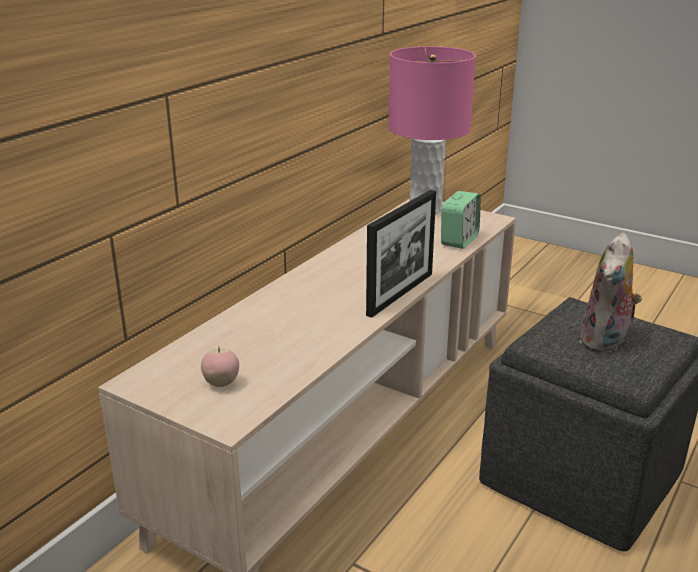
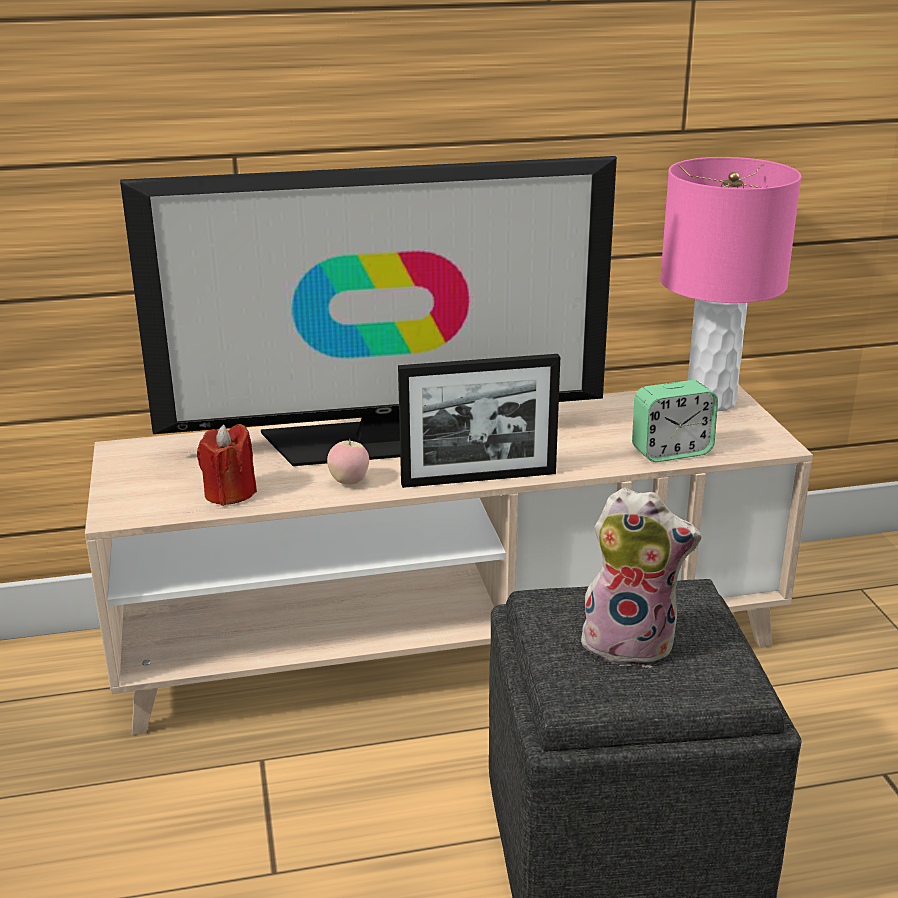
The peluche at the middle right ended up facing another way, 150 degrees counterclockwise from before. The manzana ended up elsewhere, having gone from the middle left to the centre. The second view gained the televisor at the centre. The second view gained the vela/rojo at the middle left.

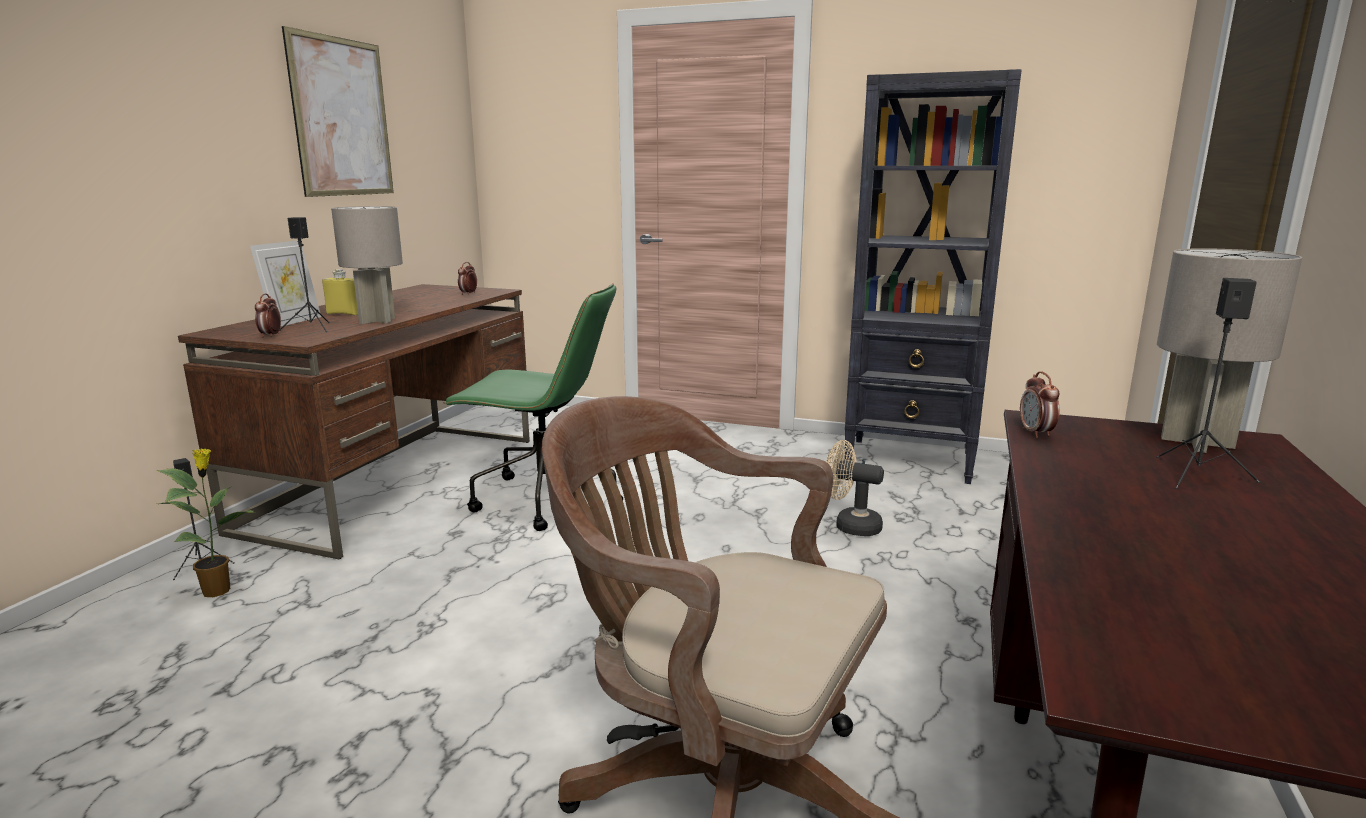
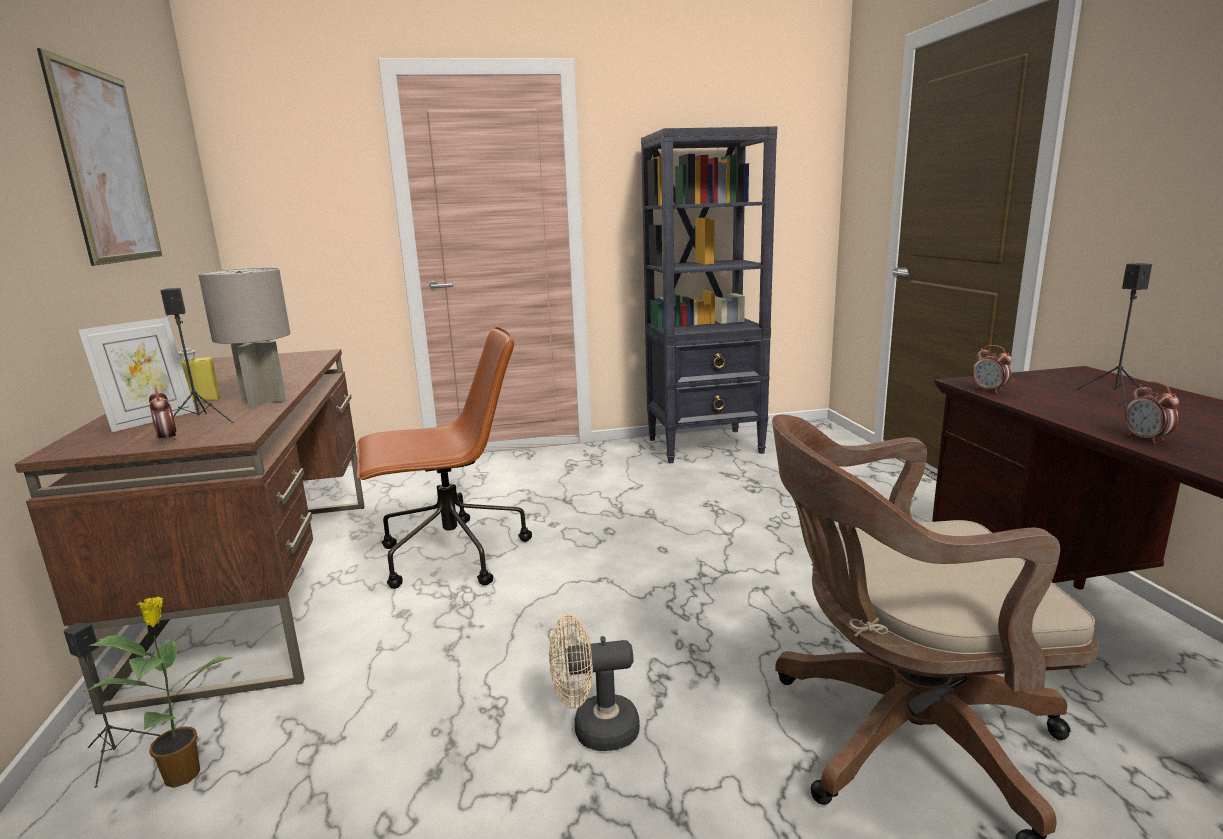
The portarretratos at the middle left ended up facing another way, 45 degrees clockwise from before. The second view lost the lámpara de mesa/gris (2nd from left) at the middle right. The despertador (2nd from left in the first image) ended up elsewhere, having gone from the centre to the middle right. What was the silla de oficina/verde at the centre turned into the silla de oficina/marrón (1st from left) at the centre. The ventilador/beis ended up elsewhere, having gone from the centre to the bottom centre.

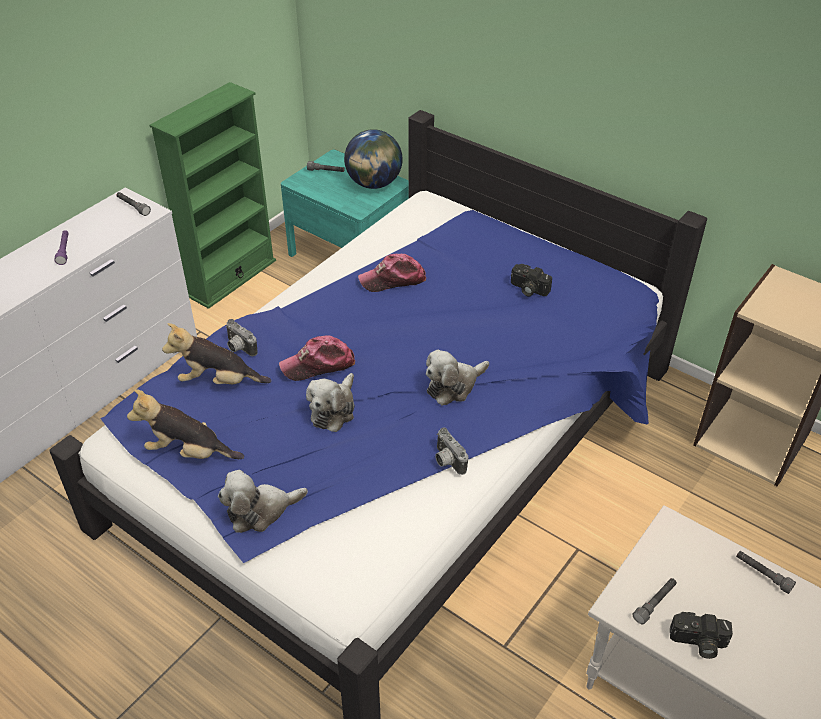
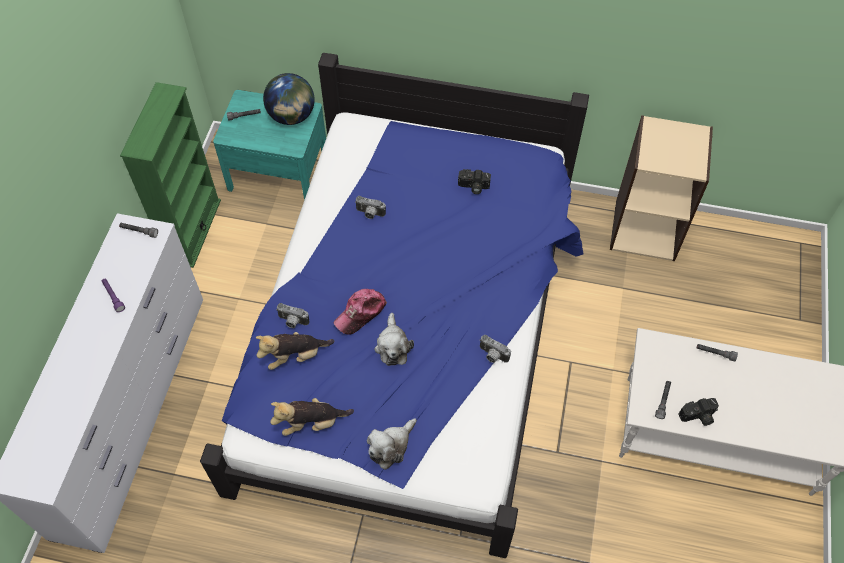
Where the gorra (2nd from left) stood at the centre, the cámara (2nd from left) came to stand at the centre. The second view lost the peluche (5th from left) at the centre.

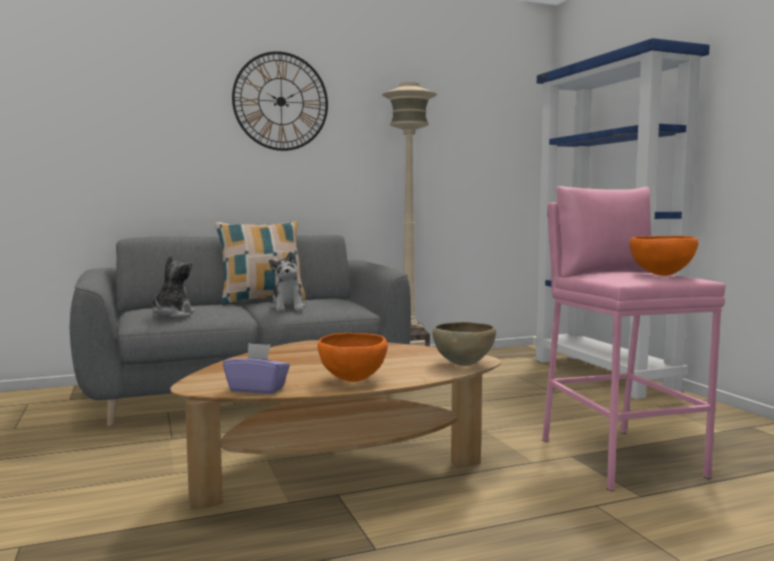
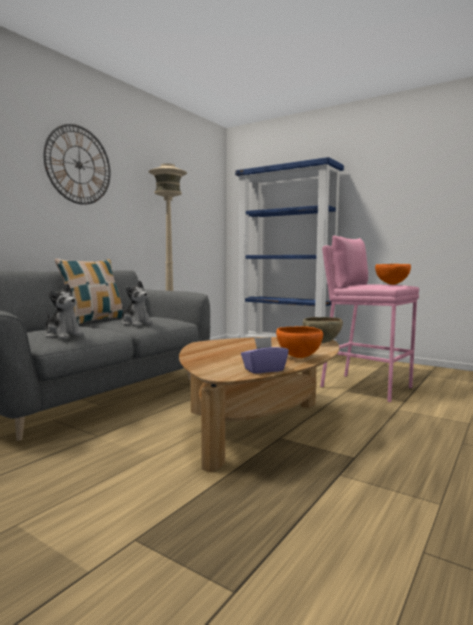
The peluche (1st from left) at the middle left ended up facing another way, 150 degrees clockwise from before.

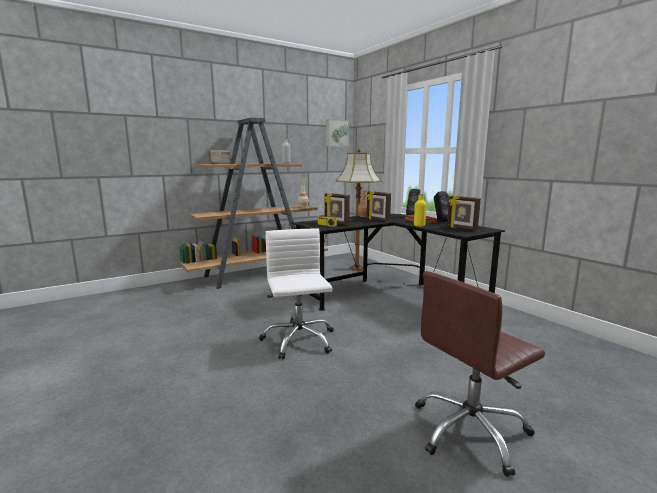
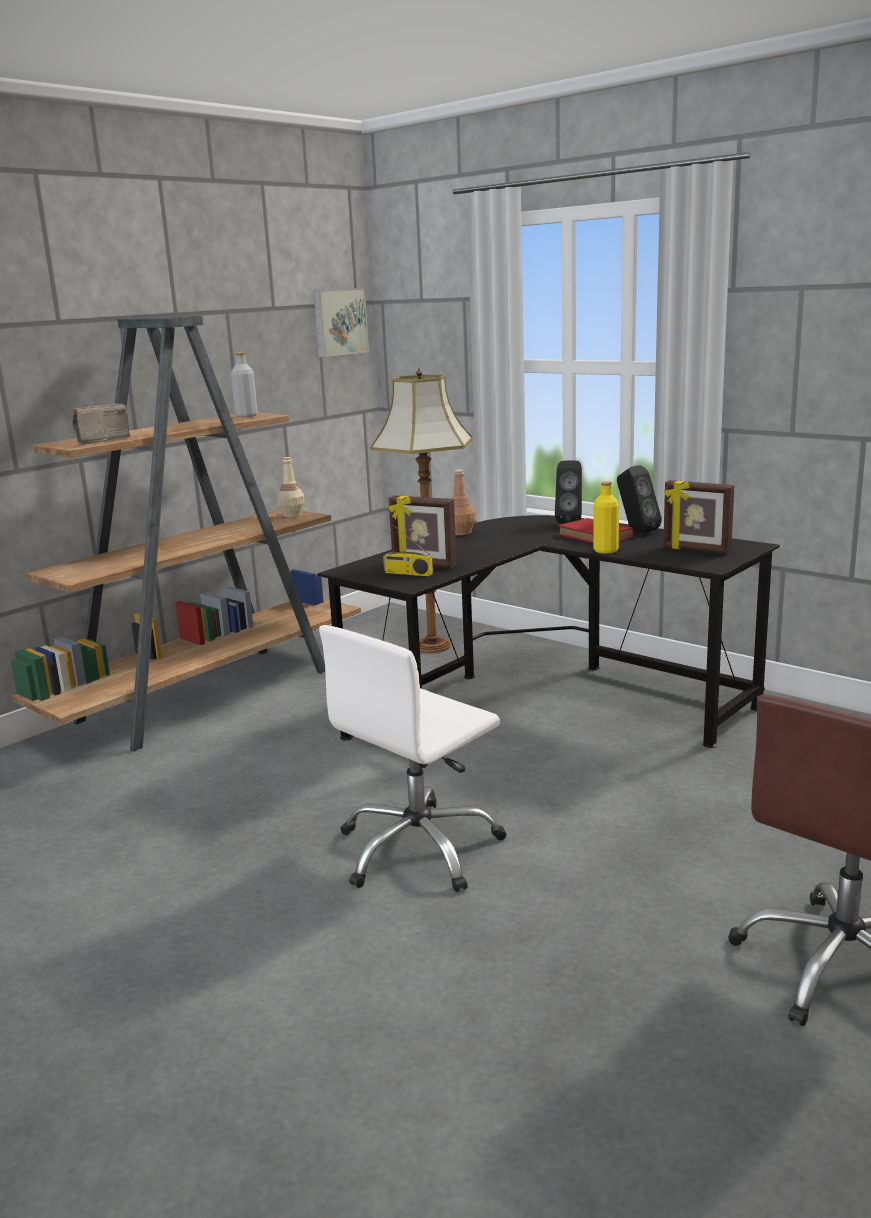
The second view lost the portarretratos (2nd from left) at the centre. The silla de oficina/blanco at the centre ended up facing another way, 105 degrees counterclockwise from before.

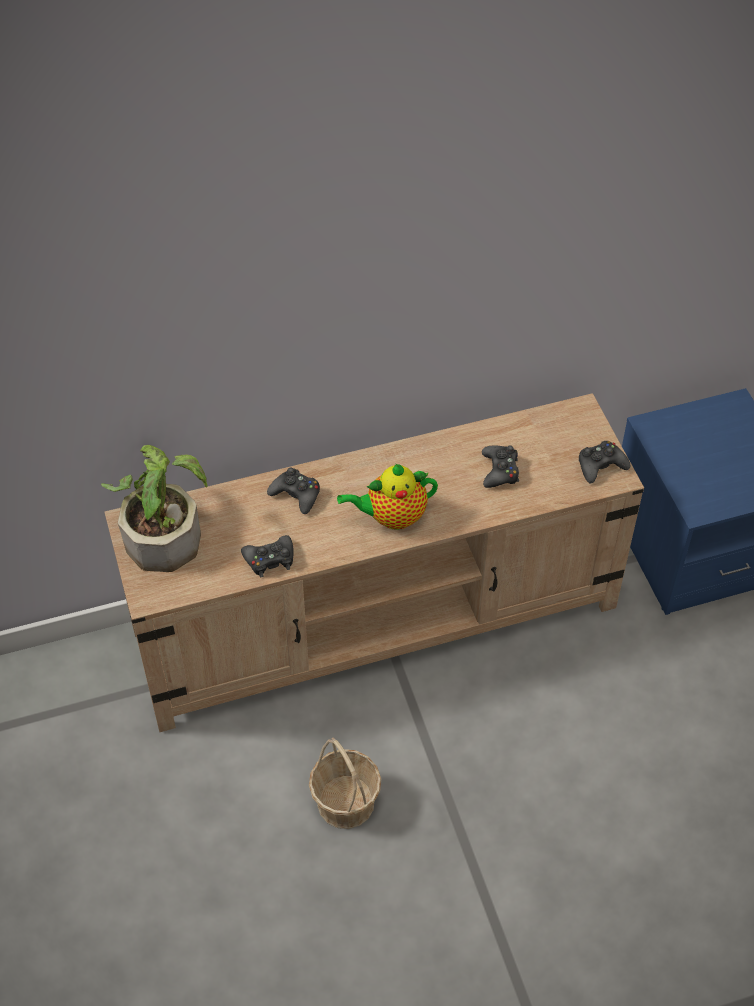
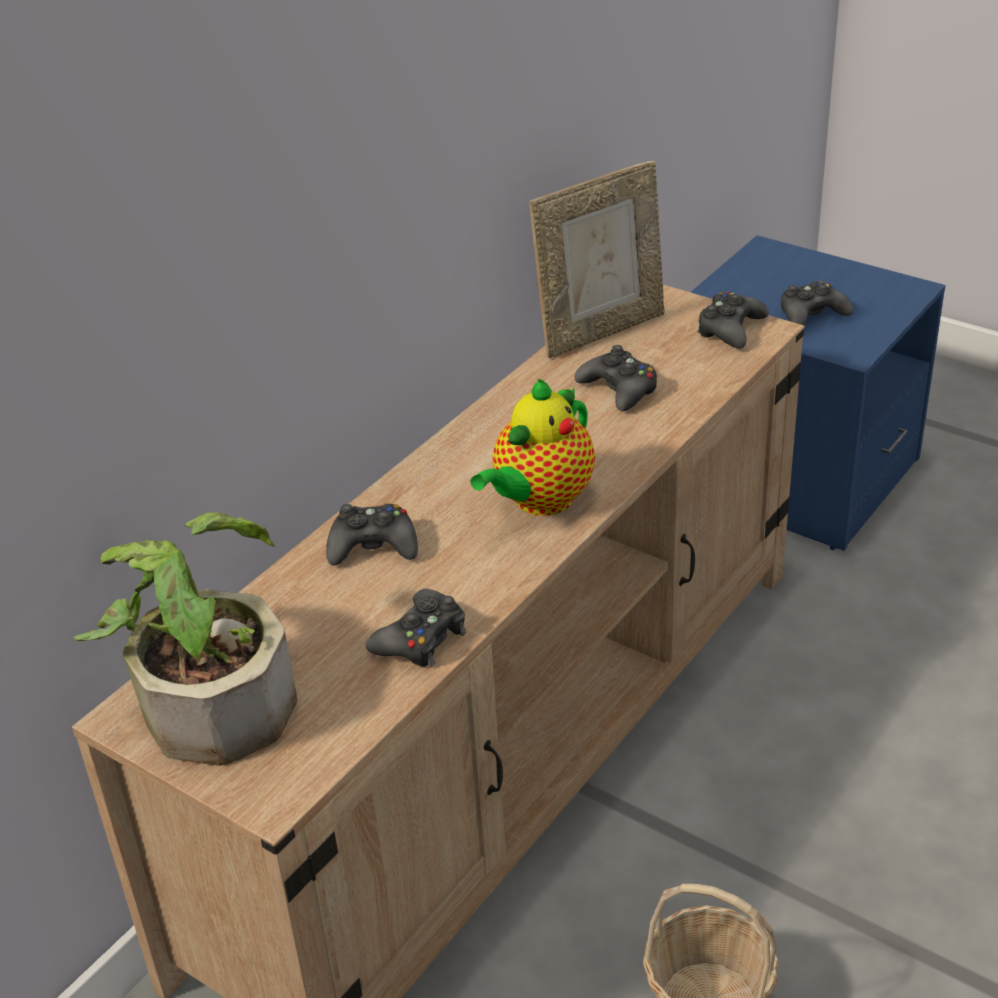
The second view gained the portarretratos at the top centre. The second view gained the mando de consola/negro (5th from left) at the top right.

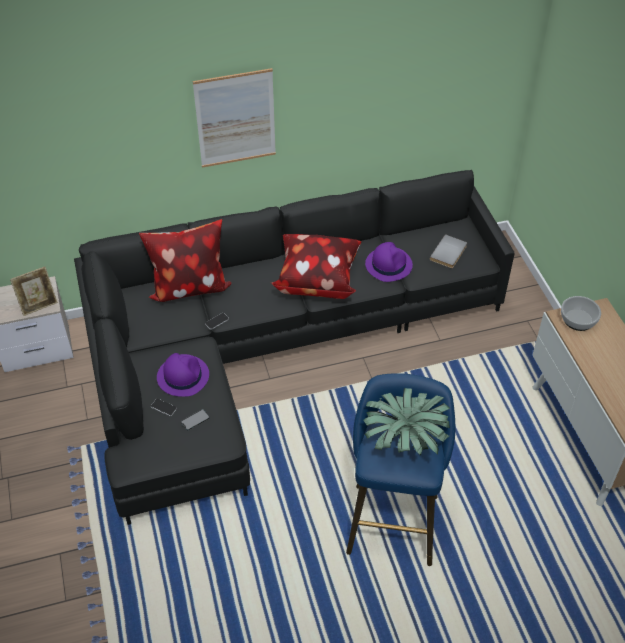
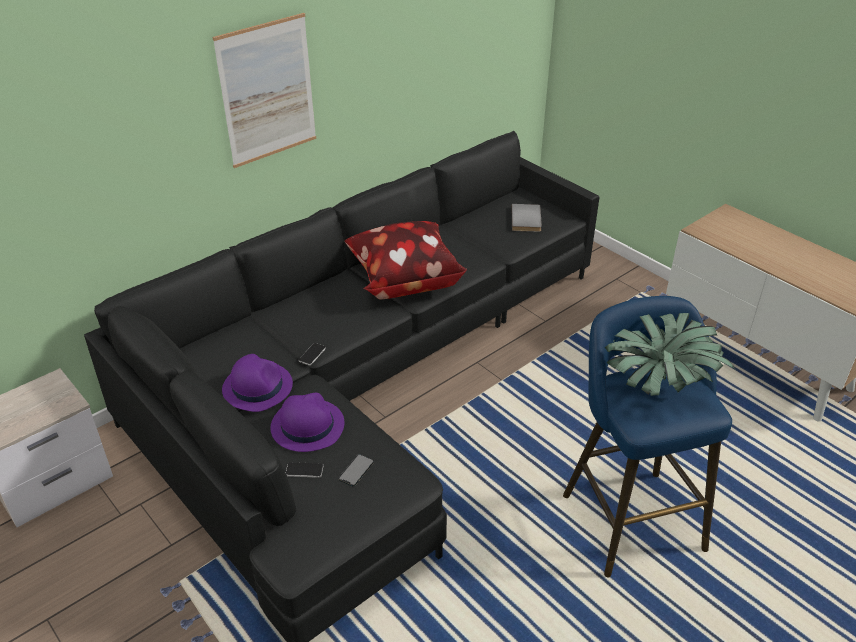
The second view lost the cojín (1st from left) at the middle left. The sombrero/morado (2nd from left in the first image) ended up elsewhere, having gone from the centre to the middle left. The second view lost the portarretratos at the middle left. The second view lost the cuenco at the middle right.

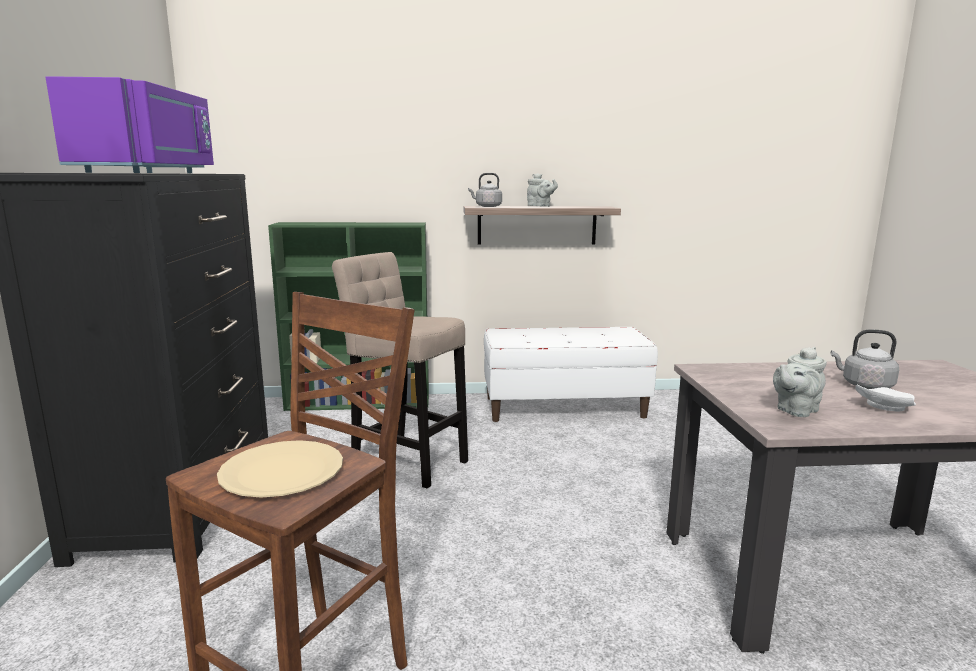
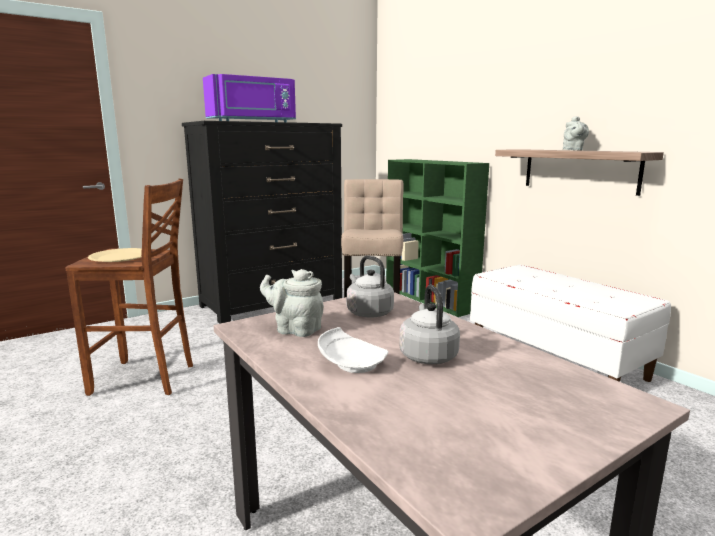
The hervidor/gris (1st from left) ended up elsewhere, having gone from the top centre to the centre.

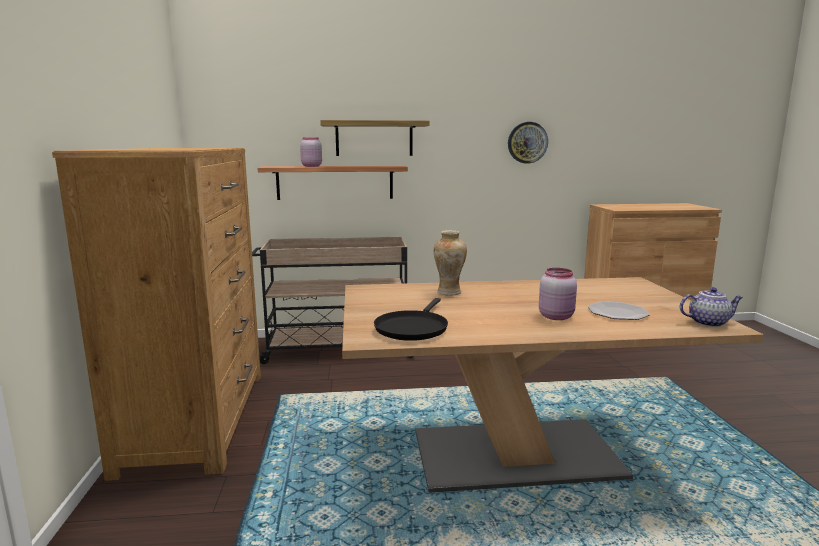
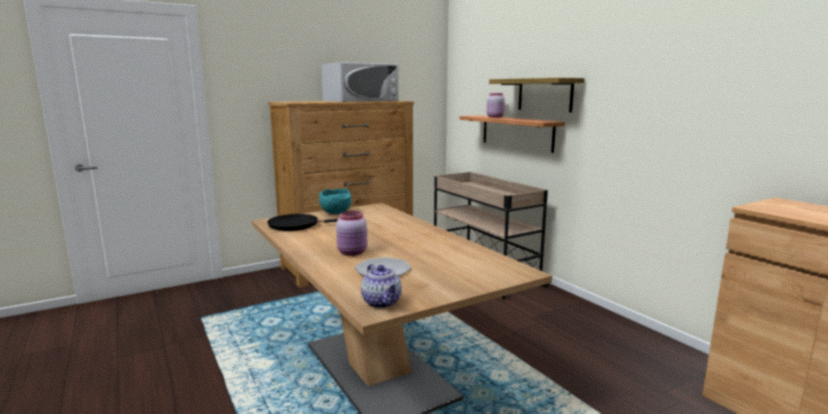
The second view lost the reloj de pared at the top centre. The second view lost the florero at the centre. The second view gained the microondas/blanco at the top centre. The second view gained the cuenco/turquesa at the centre.

